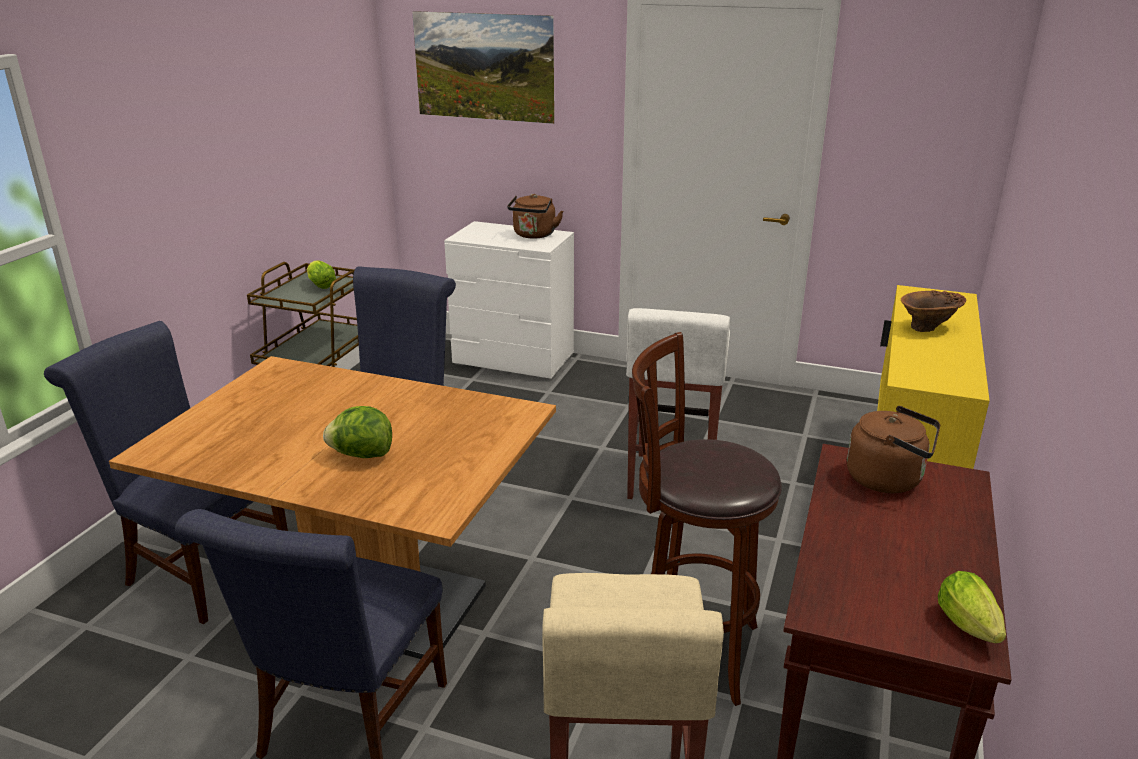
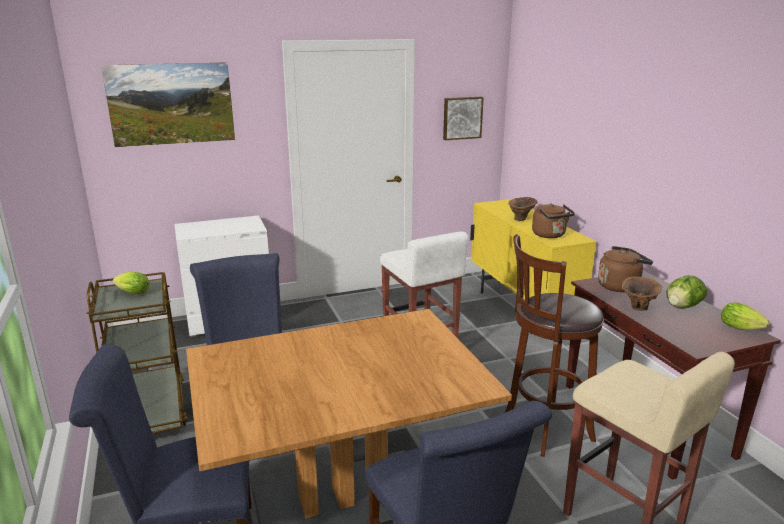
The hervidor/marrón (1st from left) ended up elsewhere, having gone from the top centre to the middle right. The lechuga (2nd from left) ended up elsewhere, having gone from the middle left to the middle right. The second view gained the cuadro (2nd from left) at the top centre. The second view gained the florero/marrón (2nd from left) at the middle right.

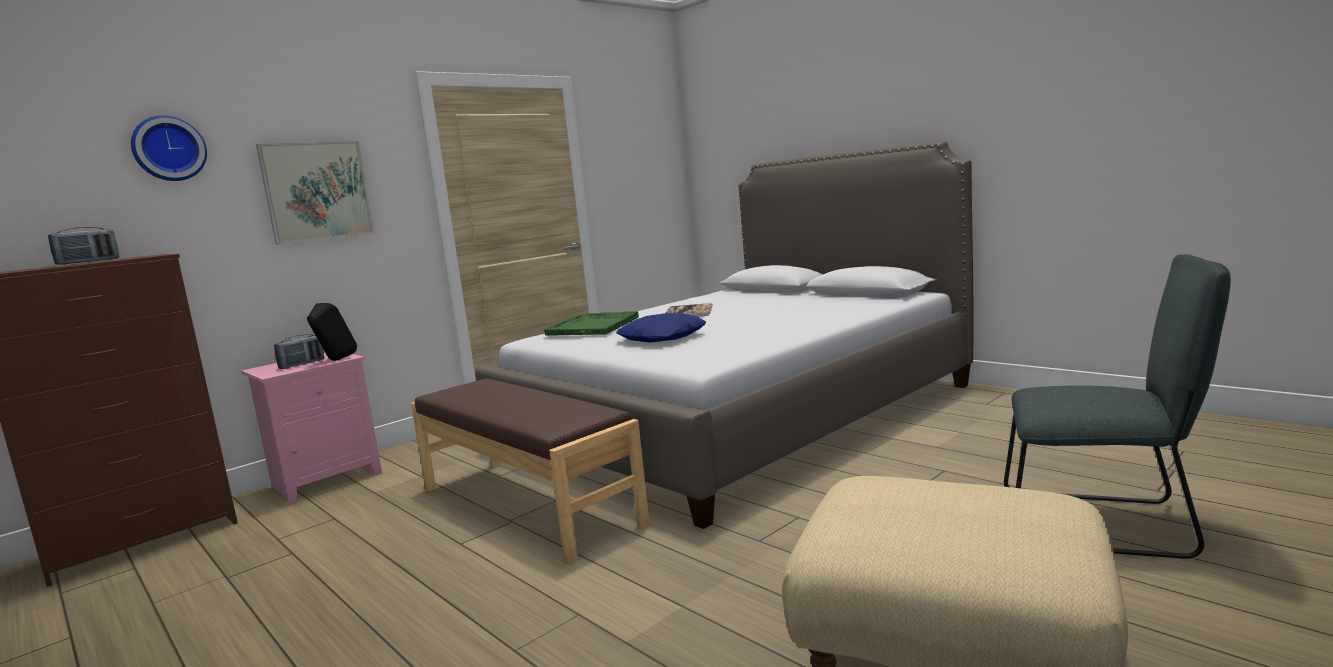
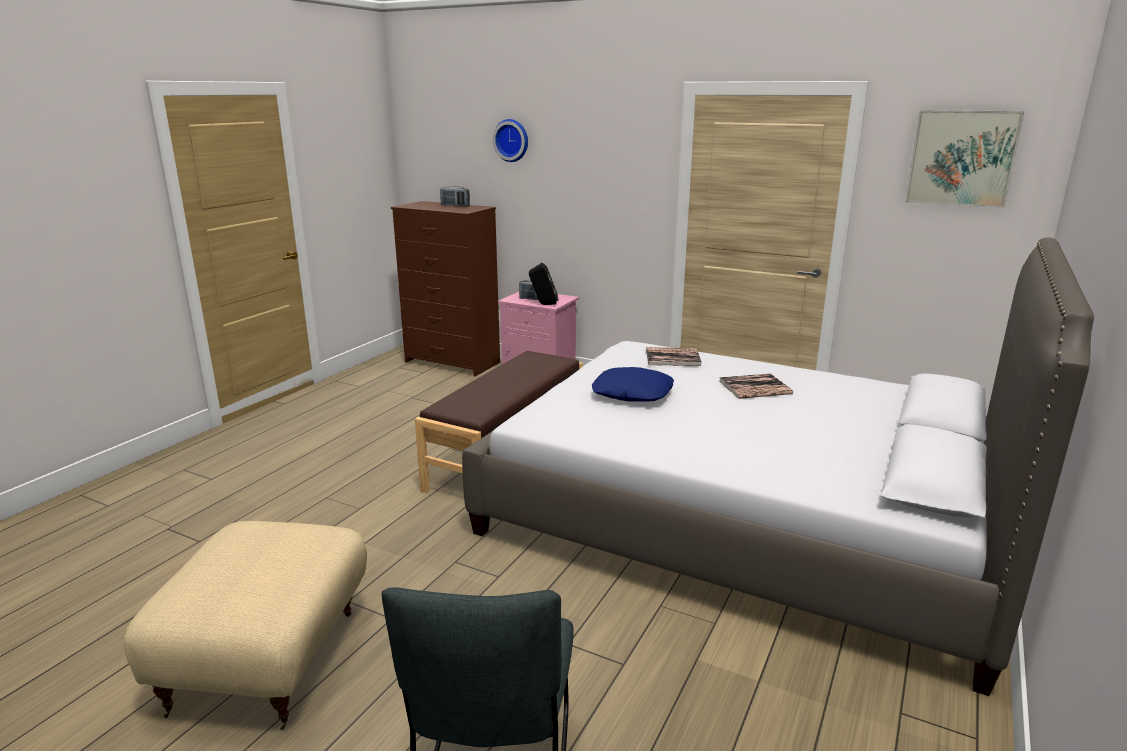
The cuadro ended up elsewhere, having gone from the top left to the top right. Where the bandeja/verde stood at the centre, the libro (1st from left) came to stand at the centre.

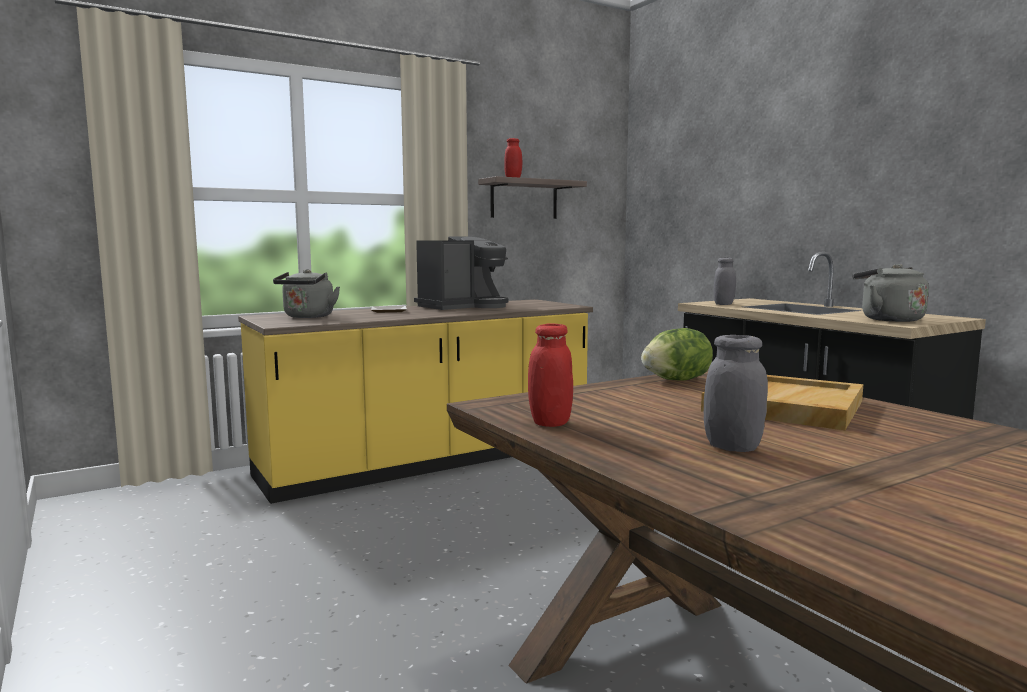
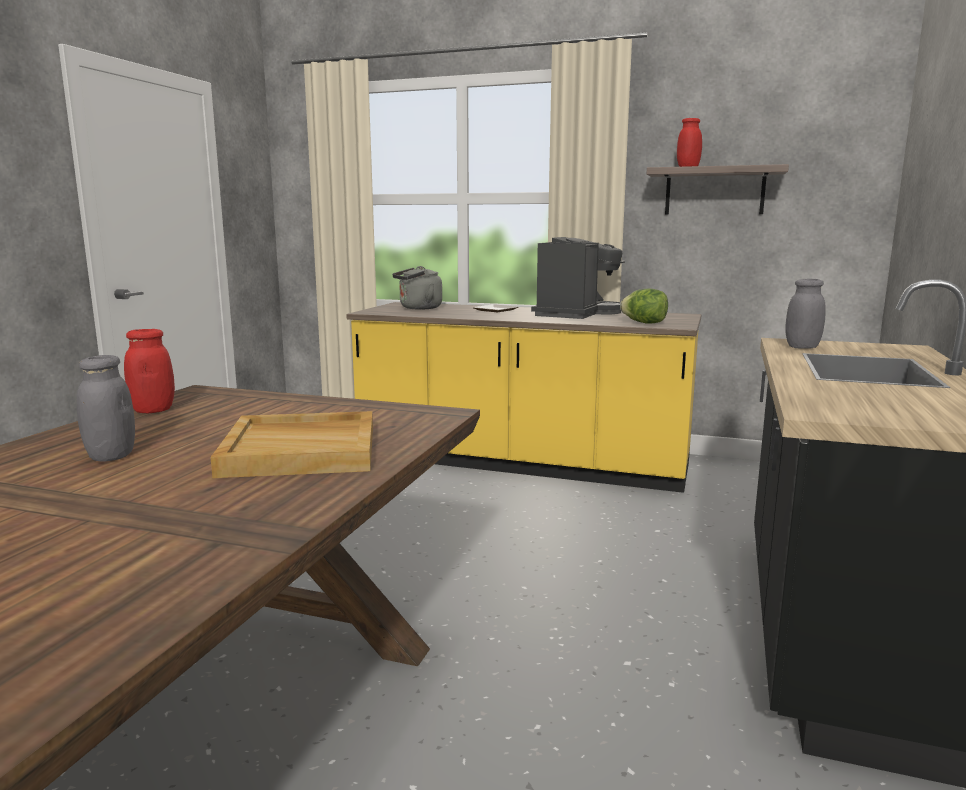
The cafetera at the centre ended up facing another way, 75 degrees counterclockwise from before. The second view lost the hervidor/gris (2nd from left) at the middle right. The lechuga ended up elsewhere, having gone from the centre to the middle right.

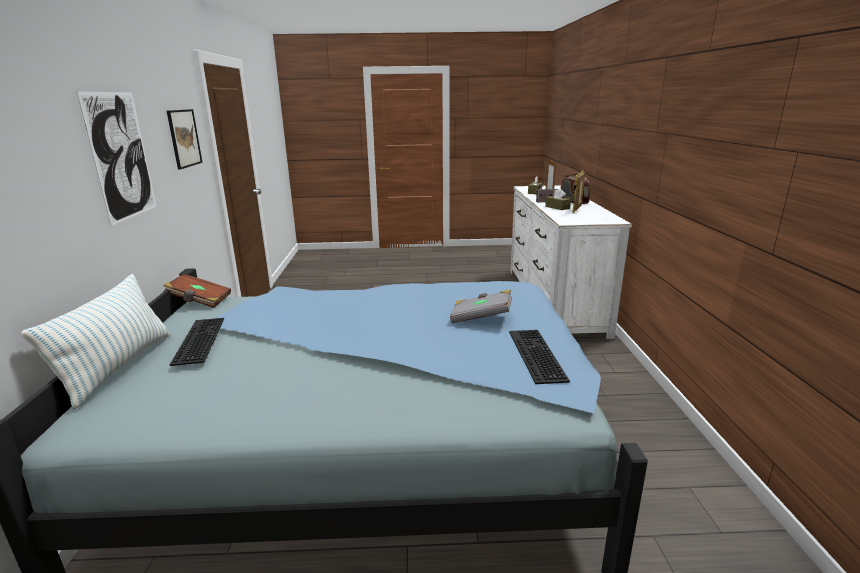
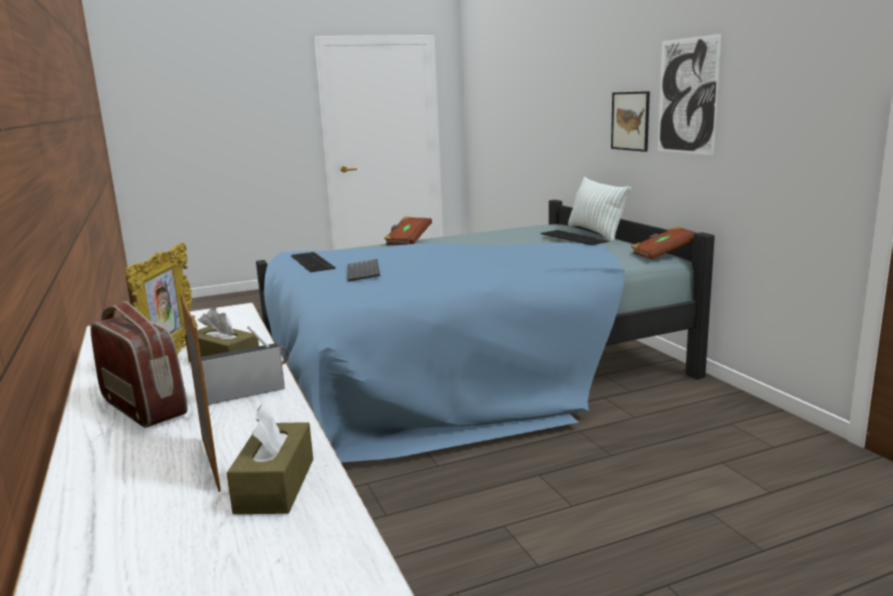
The cuadro (2nd from left in the first image) ended up elsewhere, having gone from the top left to the top right. Where the libro/gris stood at the centre, the teclado (2nd from left) came to stand at the centre. The second view gained the libro/marrón (1st from left) at the centre.

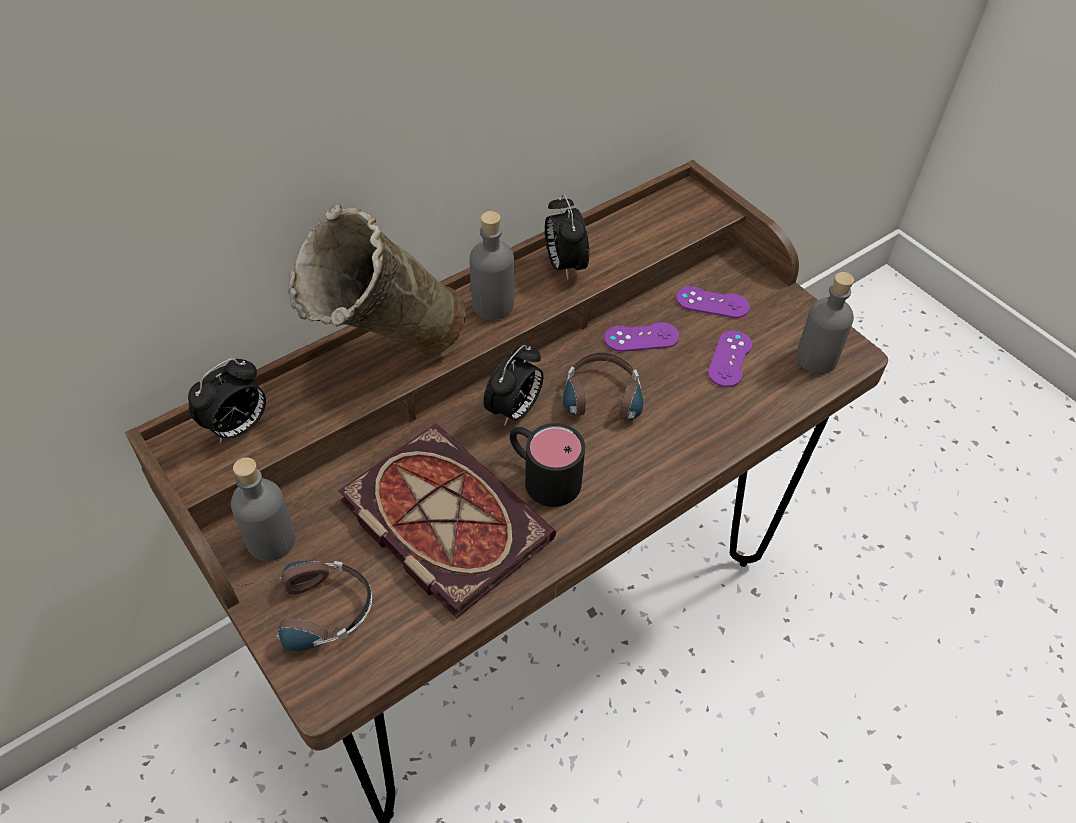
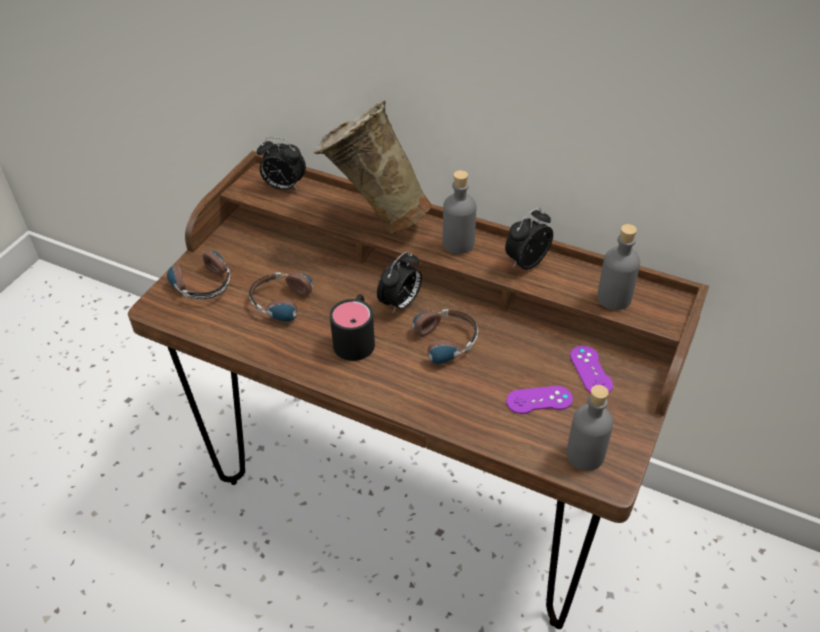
The second view lost the mando de consola/morado (1st from left) at the centre. The despertador (2nd from left) at the centre ended up facing another way, 60 degrees counterclockwise from before. Where the libro stood at the centre, the auriculares (2nd from left) came to stand at the centre. The botella/gris (1st from left in the first image) ended up elsewhere, having gone from the middle left to the middle right.

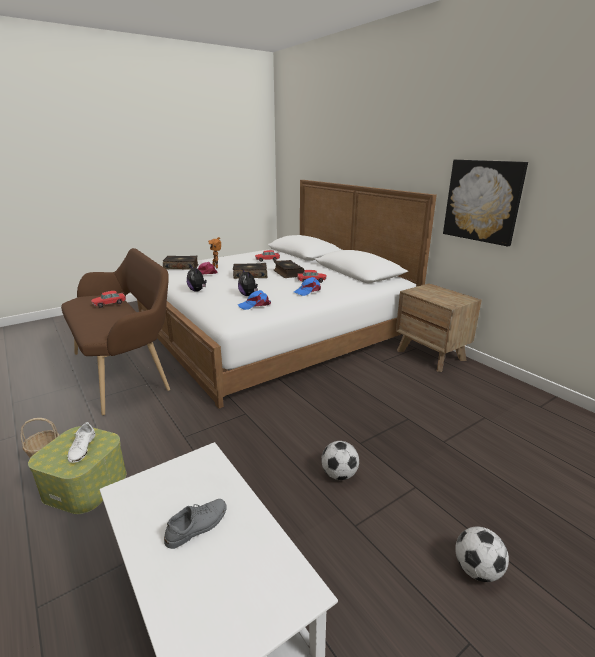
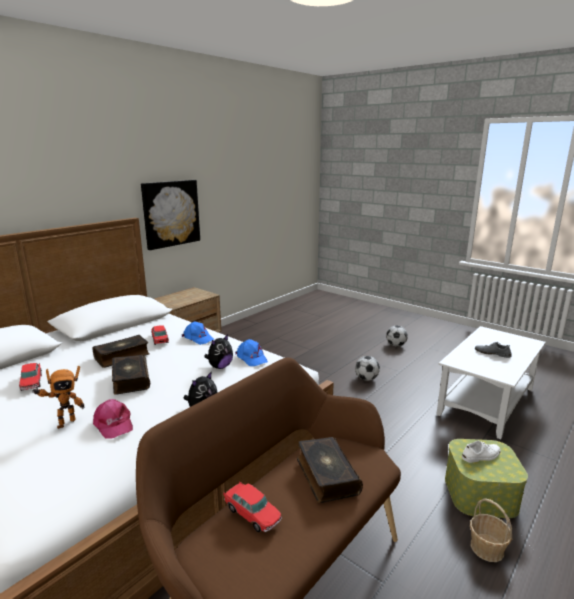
The libro (1st from left in the first image) ended up elsewhere, having gone from the middle left to the bottom centre.

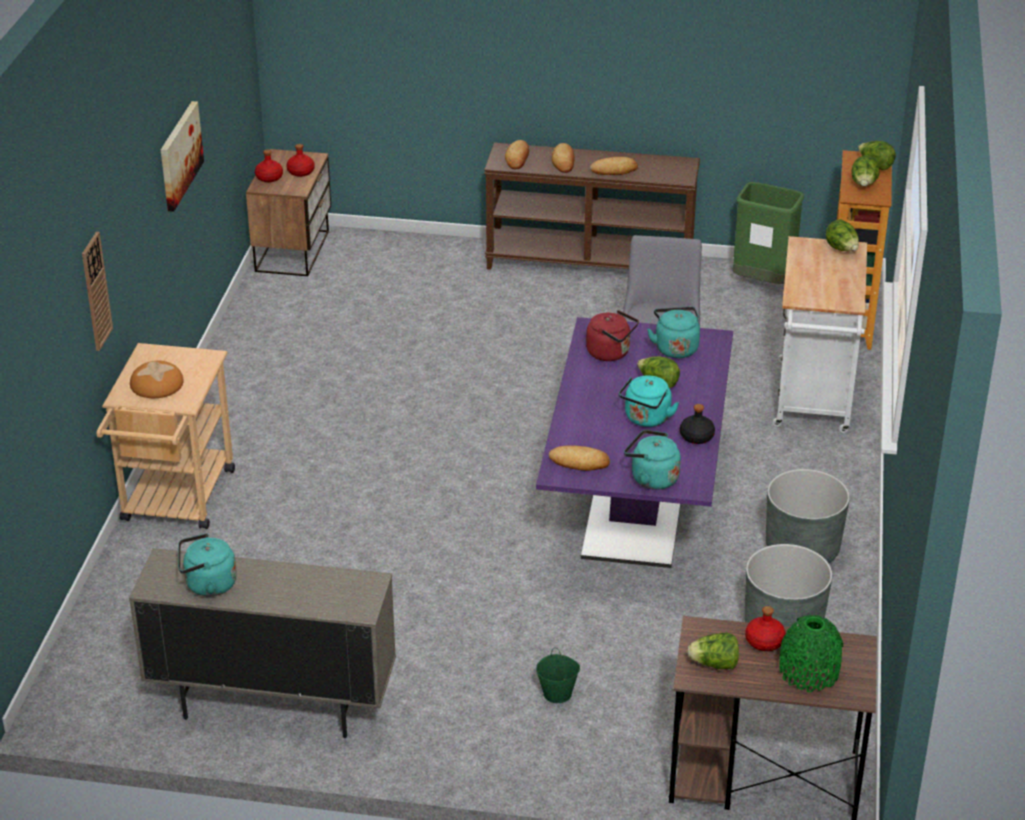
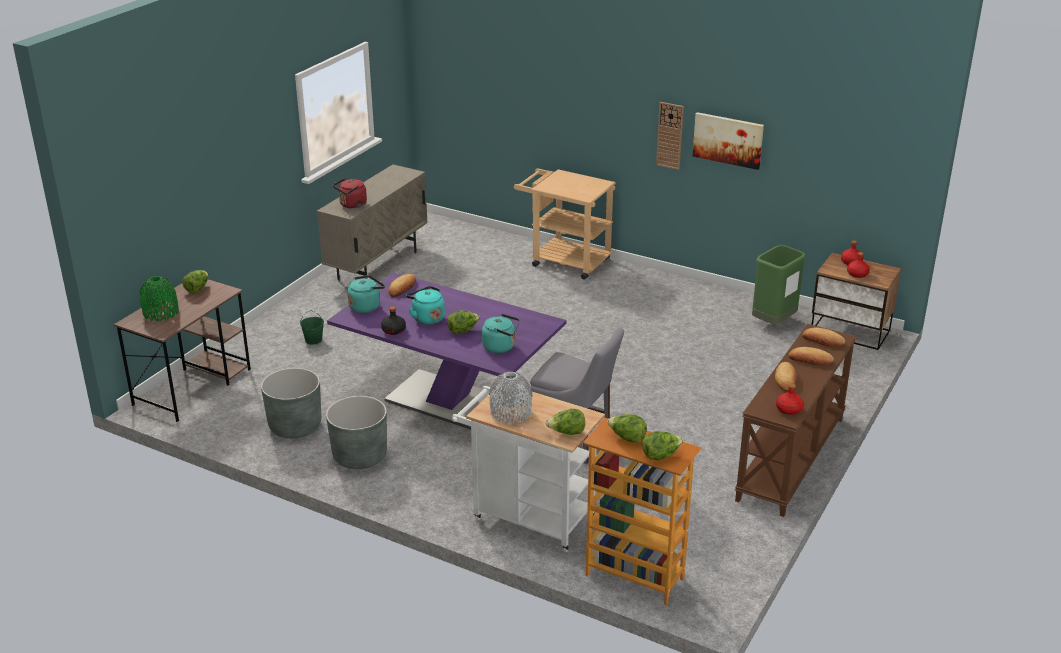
The papelera/verde ended up elsewhere, having gone from the top right to the middle right. The reloj de pared ended up elsewhere, having gone from the middle left to the top centre. The hervidor/rojo ended up elsewhere, having gone from the centre to the top left. The second view lost the pan (1st from left) at the middle left. The second view lost the hervidor/turquesa (1st from left) at the bottom left. The botella/rojo (3rd from left in the first image) ended up elsewhere, having gone from the bottom right to the middle right. The second view gained the florero/gris at the centre.

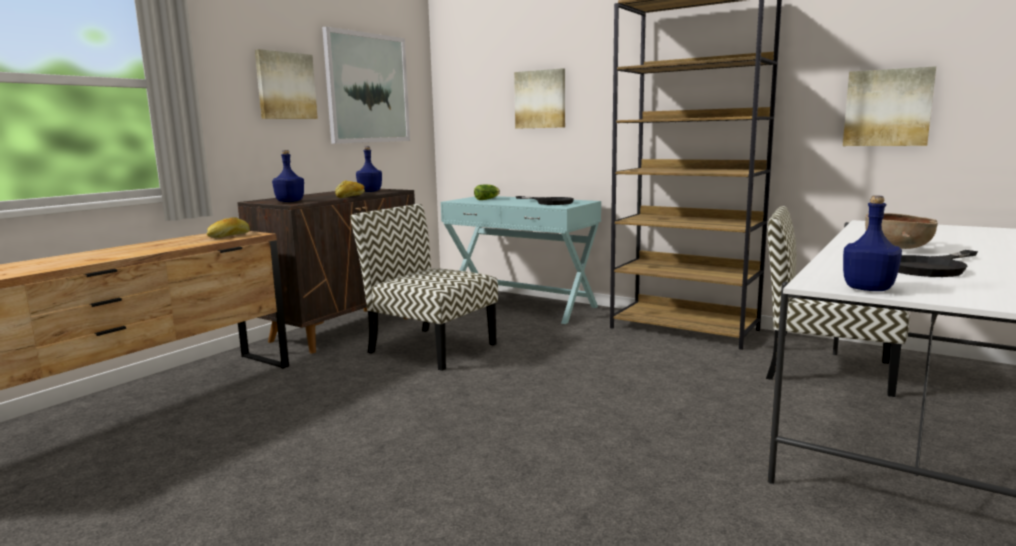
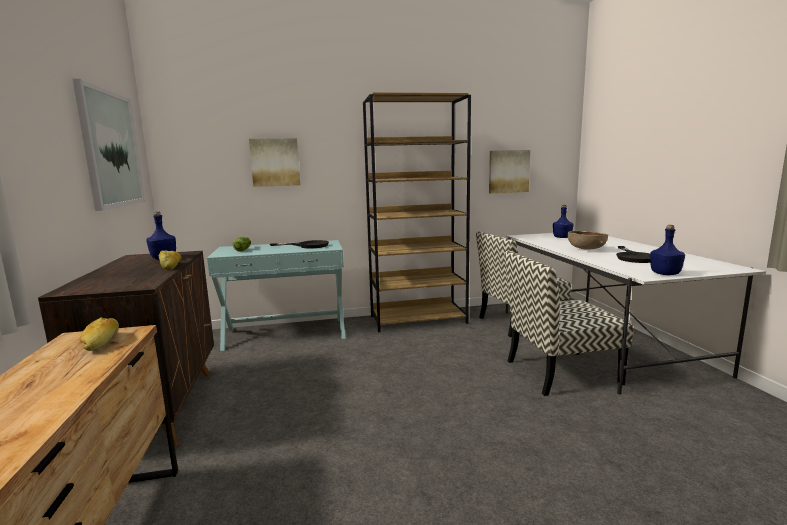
The second view lost the cuadro (1st from left) at the top left. The botella/azul (1st from left in the first image) ended up elsewhere, having gone from the top left to the middle right. The silla (1st from left in the first image) ended up elsewhere, having gone from the centre to the middle right.

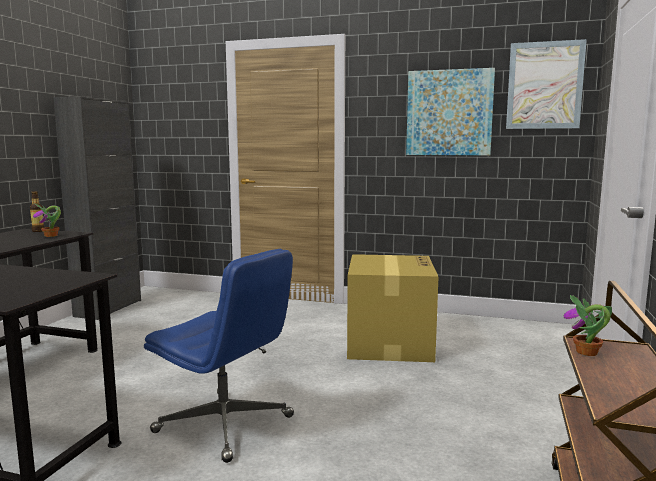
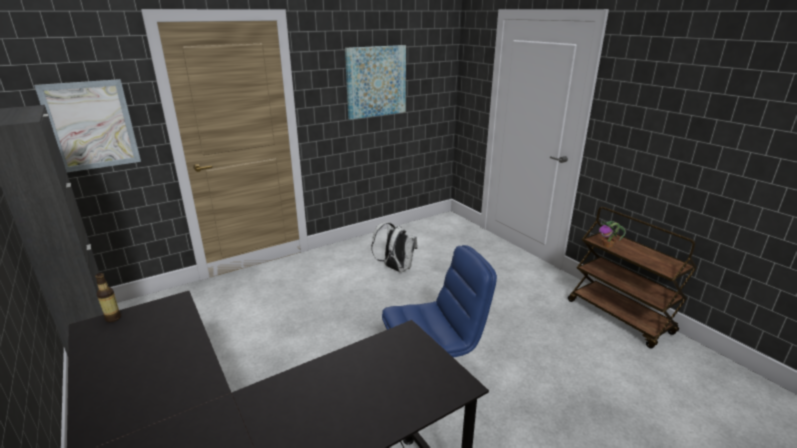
The cuadro (2nd from left in the first image) ended up elsewhere, having gone from the top right to the top left. The second view lost the planta en maceta (1st from left) at the middle left. Where the caja de cartón stood at the centre, the mochila/blanco came to stand at the centre.

